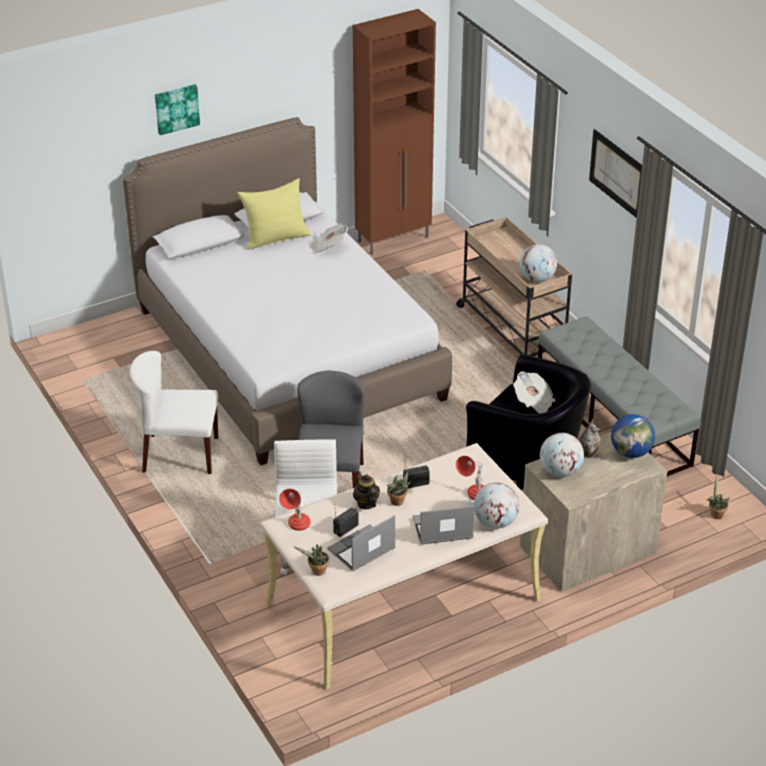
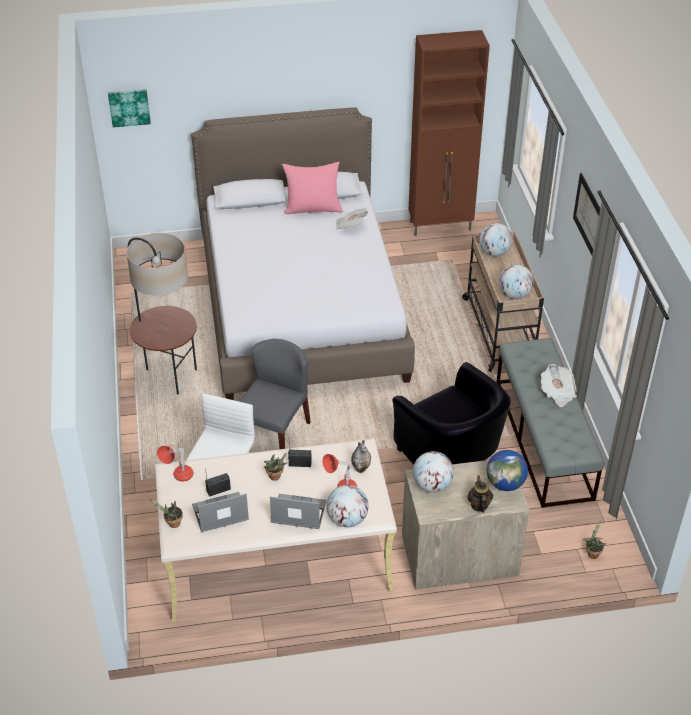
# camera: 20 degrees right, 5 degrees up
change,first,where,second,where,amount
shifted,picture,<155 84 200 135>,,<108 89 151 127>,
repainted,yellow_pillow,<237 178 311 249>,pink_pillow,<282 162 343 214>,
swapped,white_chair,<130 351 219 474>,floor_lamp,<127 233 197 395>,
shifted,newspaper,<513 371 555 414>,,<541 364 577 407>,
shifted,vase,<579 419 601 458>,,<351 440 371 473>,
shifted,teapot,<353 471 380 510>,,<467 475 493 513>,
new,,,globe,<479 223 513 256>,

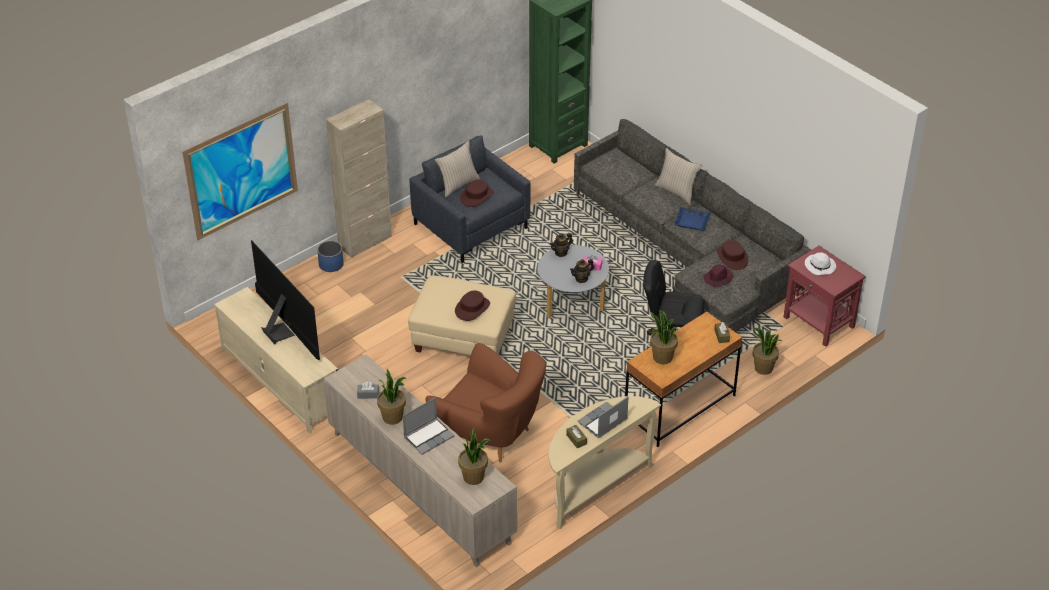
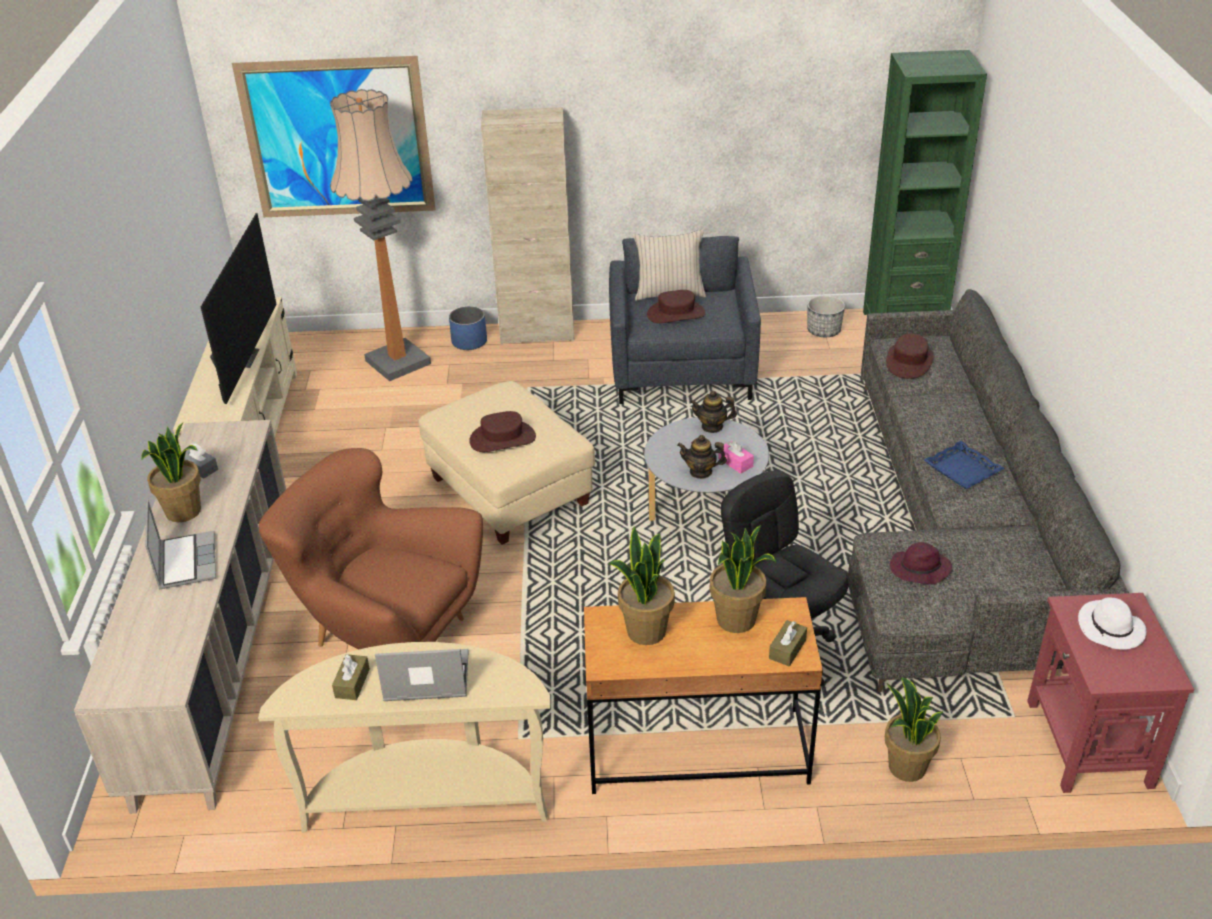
# camera: 40 degrees right, 5 degrees down
change,first,where,second,where,amount
gone,beige_pillow,<655 148 702 205>,,,
shifted,brown_hat,<717 240 748 270>,,<886 334 934 379>,
rotated,brown_armchair,<426 343 546 463>,,<259 448 483 649>,135 degrees clockwise
rotated,laptop,<403 397 455 455>,,<145 500 216 590>,105 degrees counterclockwise
shifted,potted_plant,<458 427 491 485>,,<710 525 776 633>,
new,,,floor_lamp,<330 89 431 381>,
new,,,planter,<807 295 845 337>,

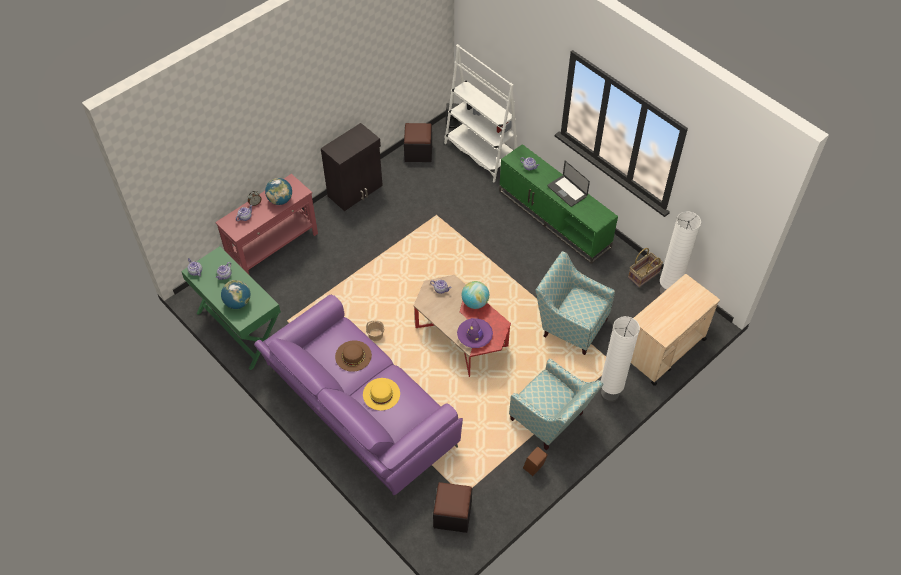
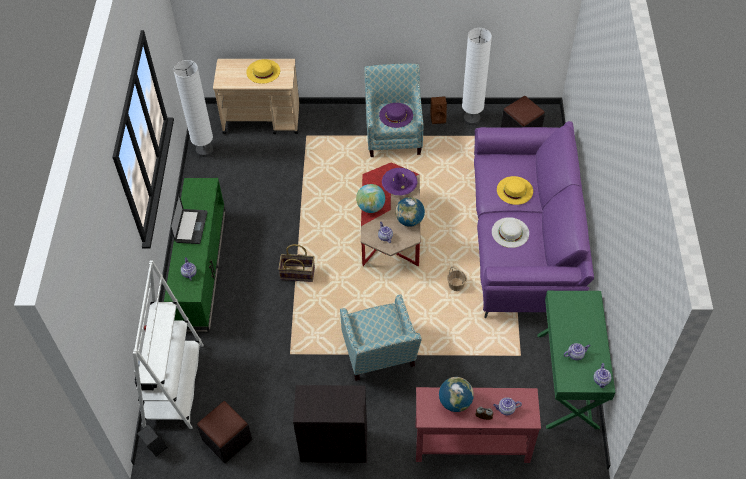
# camera: 135 degrees left, 0 degrees up
change,first,where,second,where,amount
shifted,basket,<628 248 663 287>,,<278 244 315 282>,
shifted,armchair,<536 251 615 355>,,<340 294 422 381>,
shifted,globe,<221 280 250 309>,,<395 197 425 227>,
shifted,white_floor_lamp,<601 316 640 402>,,<462 28 492 125>,
repainted,brown_hat,<335 340 372 372>,white_hat,<492 217 529 248>,
new,,,yellow_hat,<246 59 280 84>,
new,,,purple_hat,<379 103 413 128>,

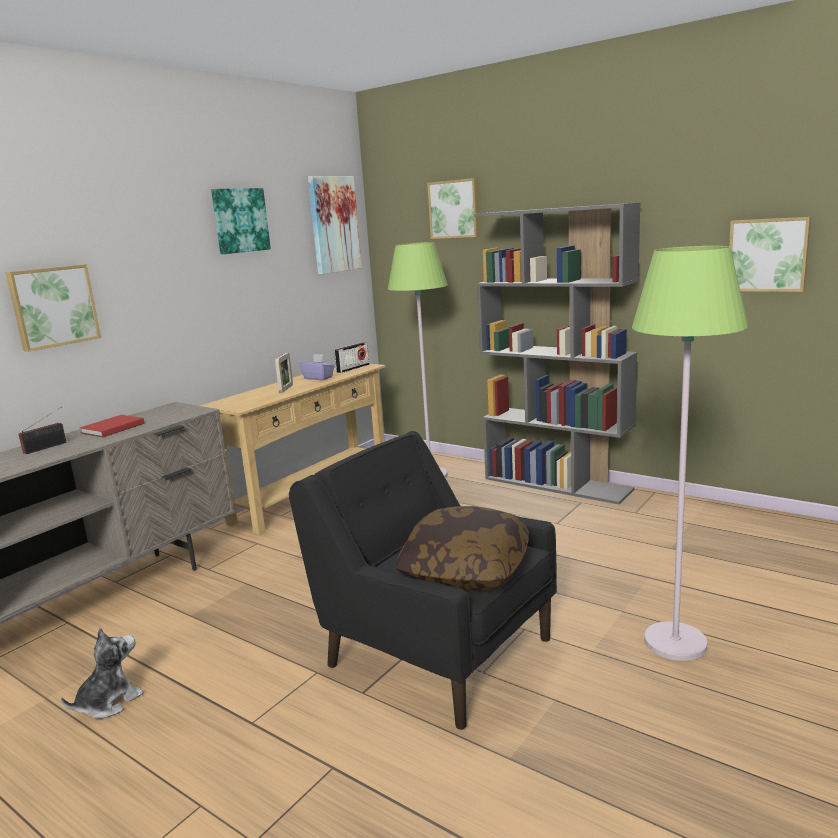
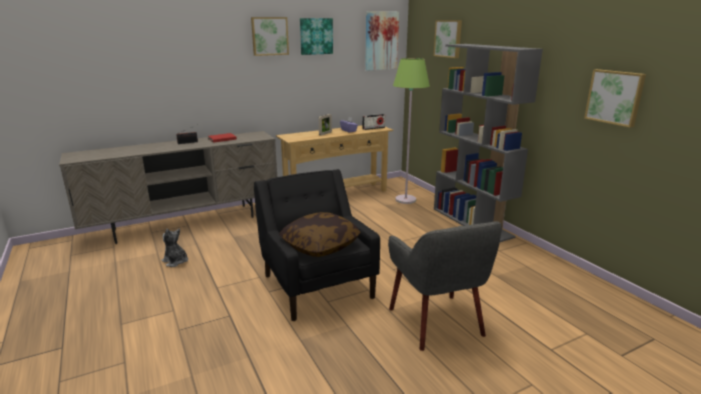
# camera: 25 degrees right, 5 degrees up
change,first,where,second,where,amount
swapped,green_floor_lamp,<632 246 748 661>,grey_armchair,<388 222 502 351>,
shifted,picture,<5 264 101 352>,,<251 17 289 56>,
rotated,plush_toy,<61 627 144 719>,,<162 228 188 267>,120 degrees counterclockwise

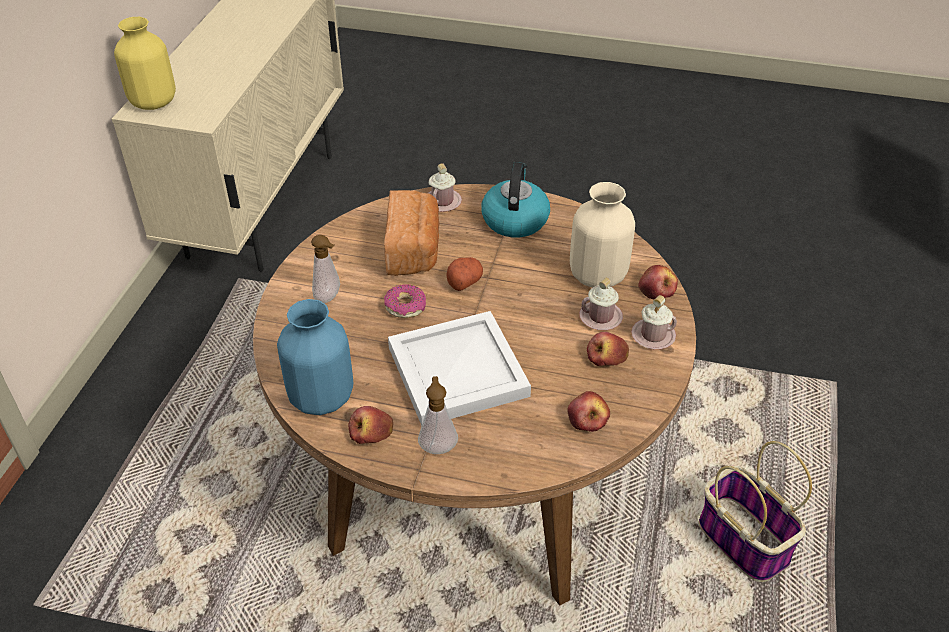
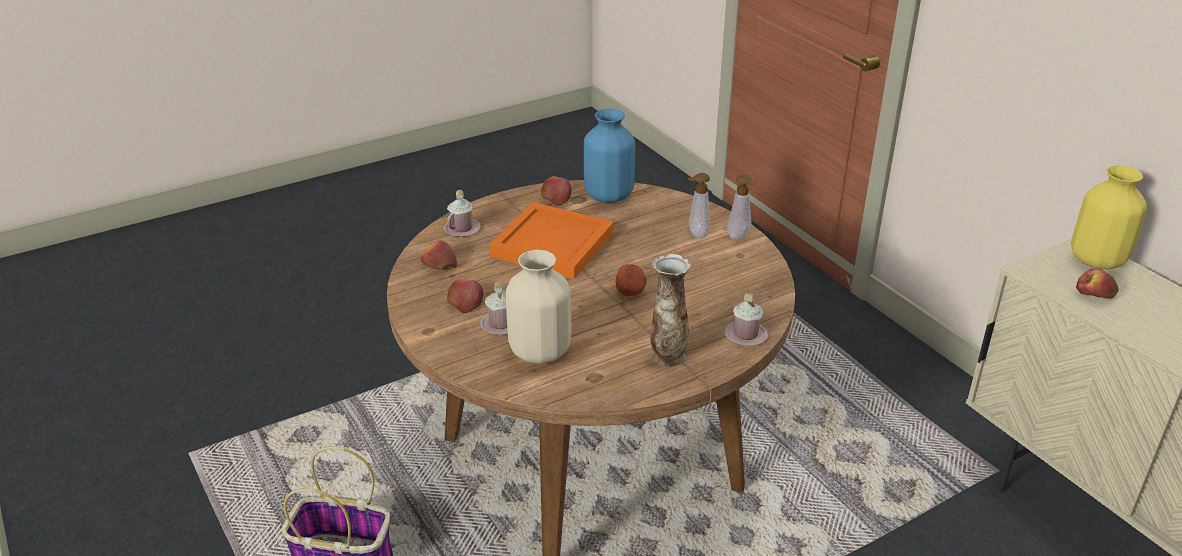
# camera: 135 degrees right, 10 degrees down
change,first,where,second,where,amount
swapped,kettle,<481 161 550 238>,vase,<650 254 691 367>,
gone,bread,<384 190 439 276>,,,
shifted,apple,<638 265 678 299>,,<1076 268 1119 299>,
gone,donut,<384 284 426 318>,,,
shifted,pink_mug,<631 295 677 349>,,<443 190 481 237>,
repainted,white_tray,<388 311 531 426>,orange_tray,<489 202 614 279>,
shifted,soap_dispenser,<418 376 458 454>,,<727 174 757 240>,

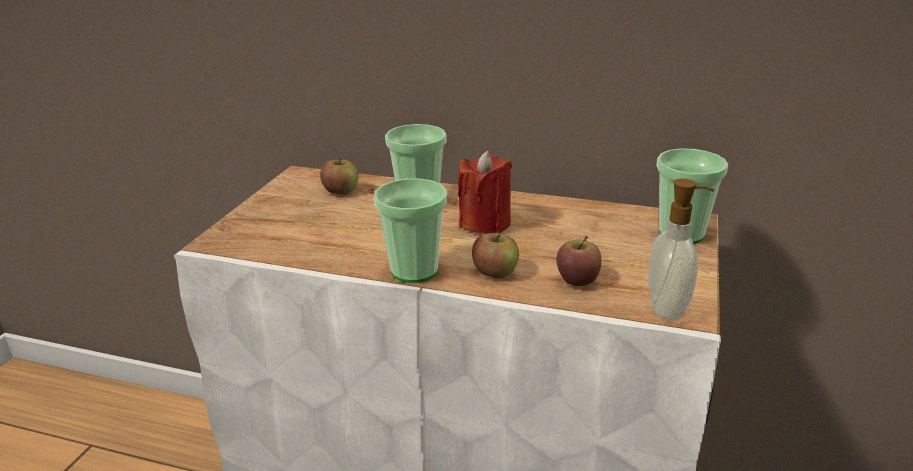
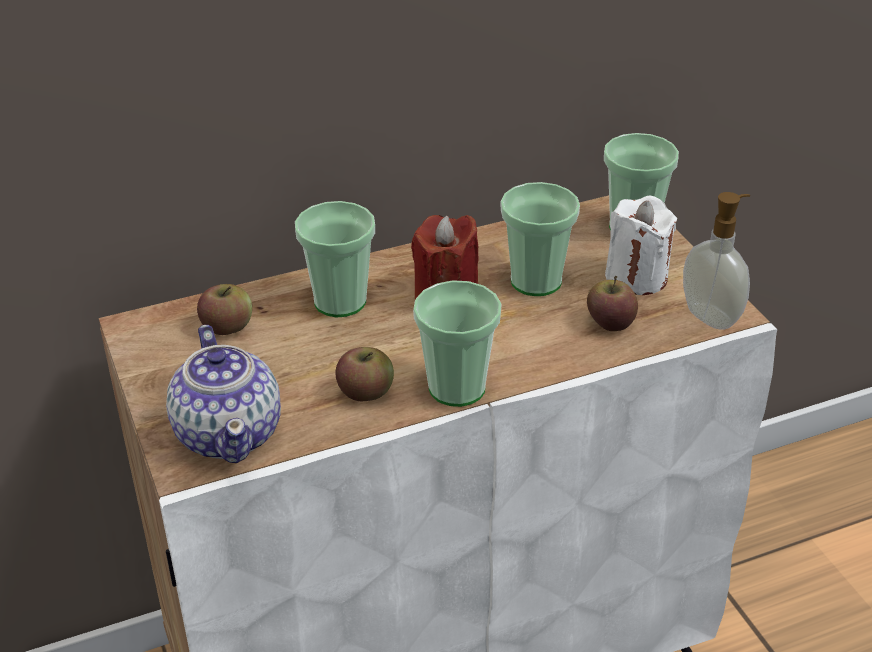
# camera: 40 degrees left, 10 degrees up
change,first,where,second,where,amount
shifted,apple,<472 233 519 278>,,<335 347 394 401>,
new,,,cup,<501 182 580 296>,
new,,,white_candle,<605 196 677 295>,
new,,,teapot,<166 325 281 463>,

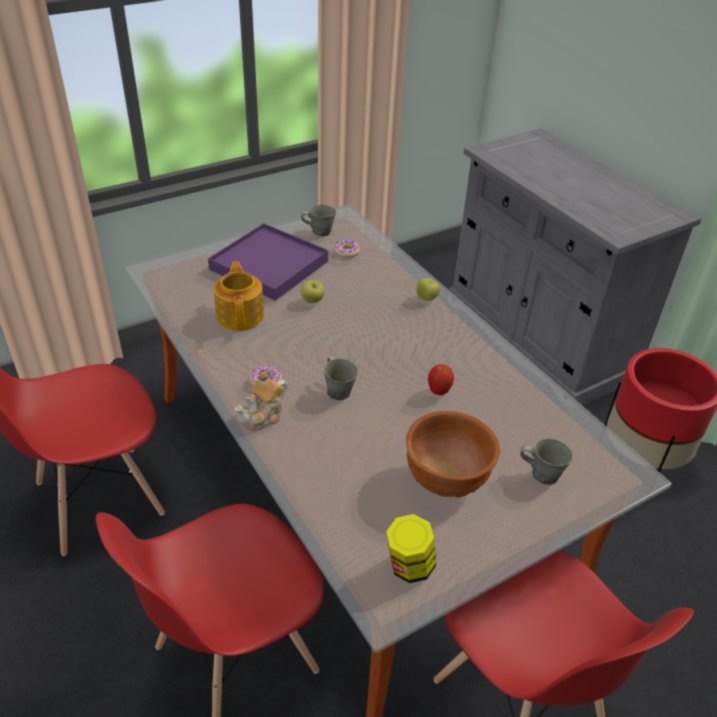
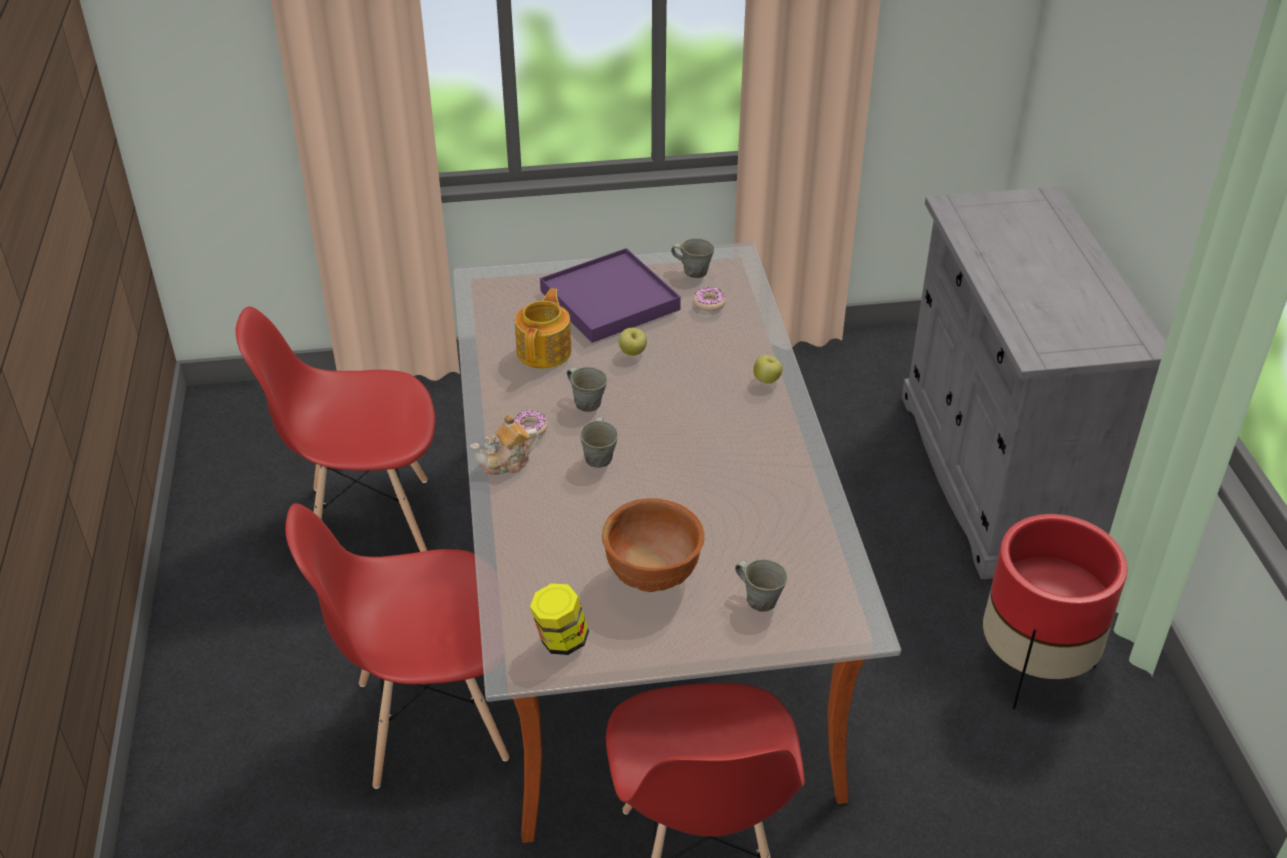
# camera: 25 degrees right, 0 degrees up
change,first,where,second,where,amount
gone,apple,<428 364 454 395>,,,
new,,,grey_mug,<567 367 608 412>,

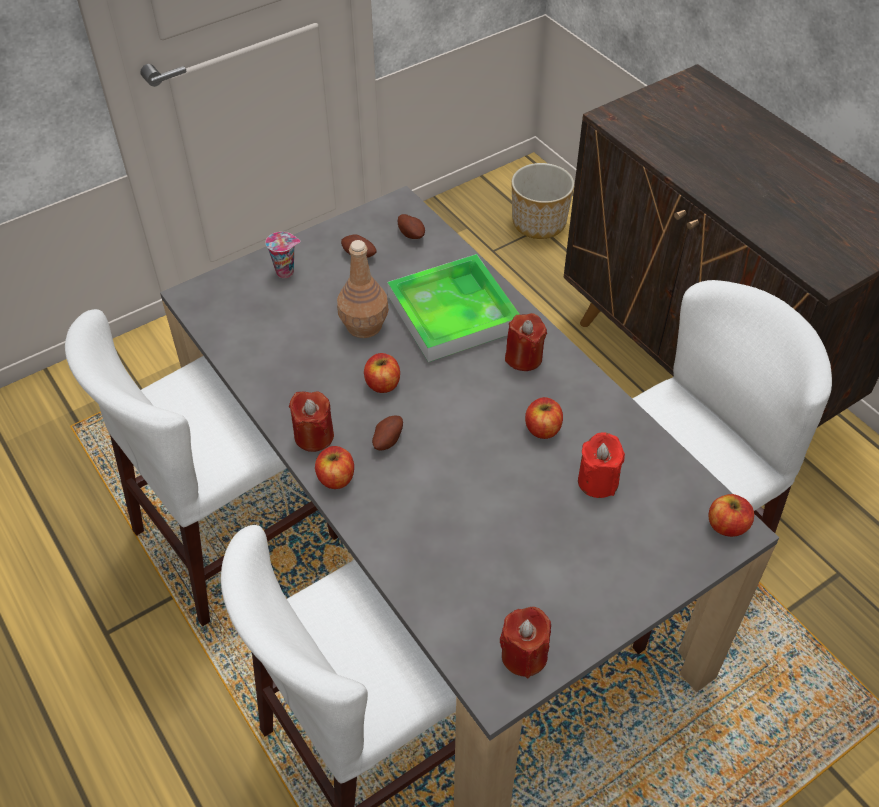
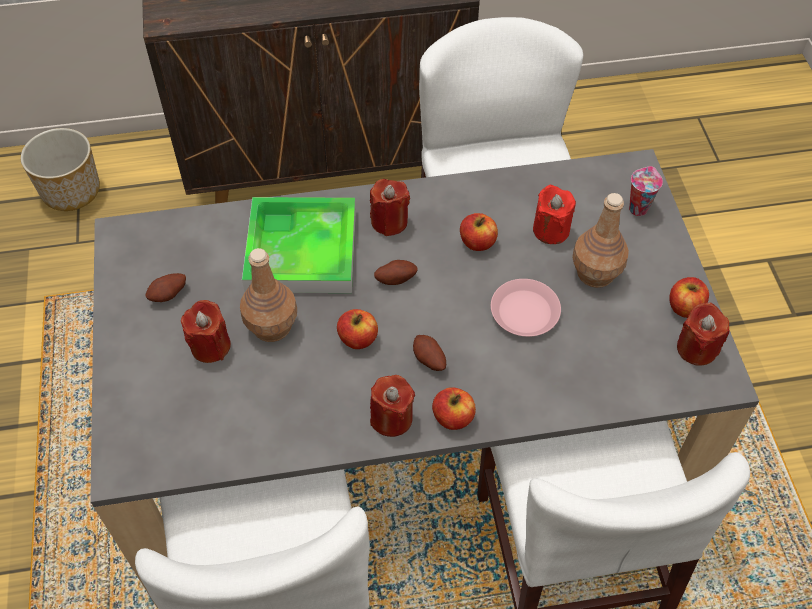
# camera: 65 degrees left, 5 degrees up
change,first,where,second,where,amount
shifted,potato,<398 214 425 239>,,<374 260 418 285>,
shifted,cup,<265 232 300 278>,,<629 166 663 216>,
shifted,apple,<709 494 754 537>,,<669 277 709 318>,
new,,,brown_bottle,<572 193 629 288>,
new,,,pink_plate,<491 279 561 337>,
new,,,red_candle,<181 300 231 363>,

